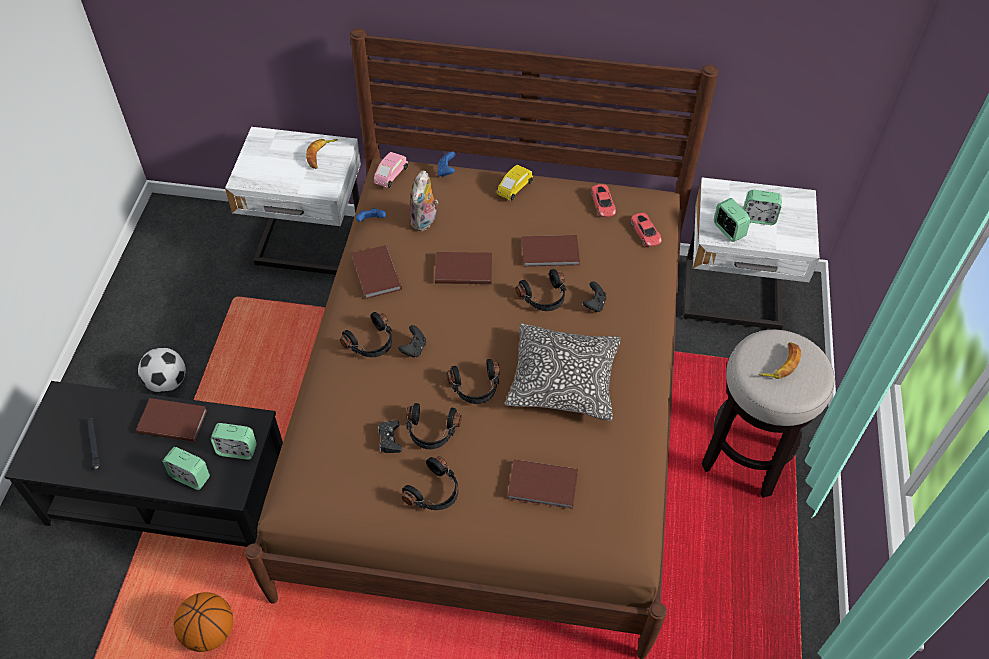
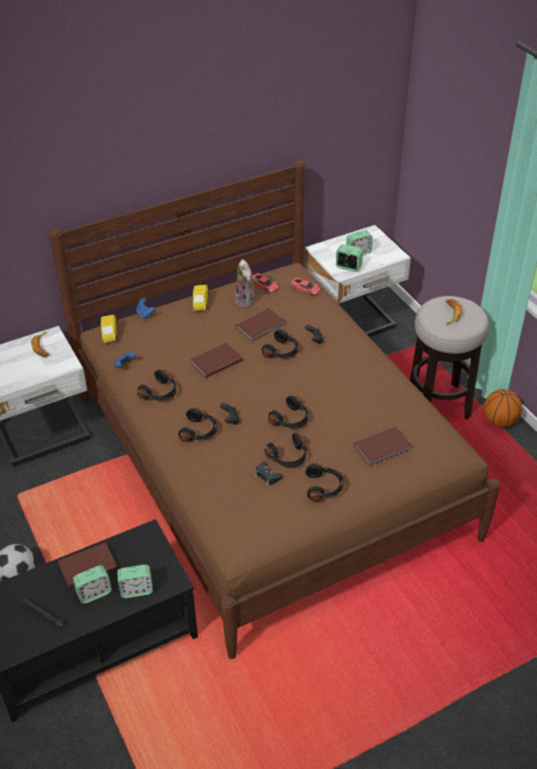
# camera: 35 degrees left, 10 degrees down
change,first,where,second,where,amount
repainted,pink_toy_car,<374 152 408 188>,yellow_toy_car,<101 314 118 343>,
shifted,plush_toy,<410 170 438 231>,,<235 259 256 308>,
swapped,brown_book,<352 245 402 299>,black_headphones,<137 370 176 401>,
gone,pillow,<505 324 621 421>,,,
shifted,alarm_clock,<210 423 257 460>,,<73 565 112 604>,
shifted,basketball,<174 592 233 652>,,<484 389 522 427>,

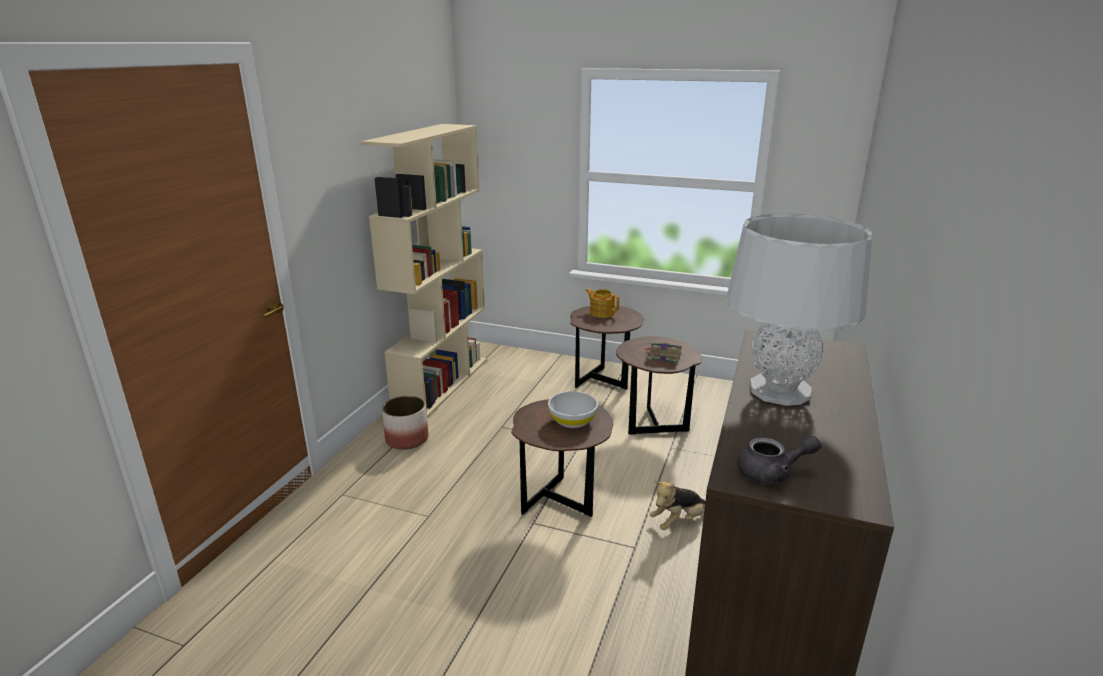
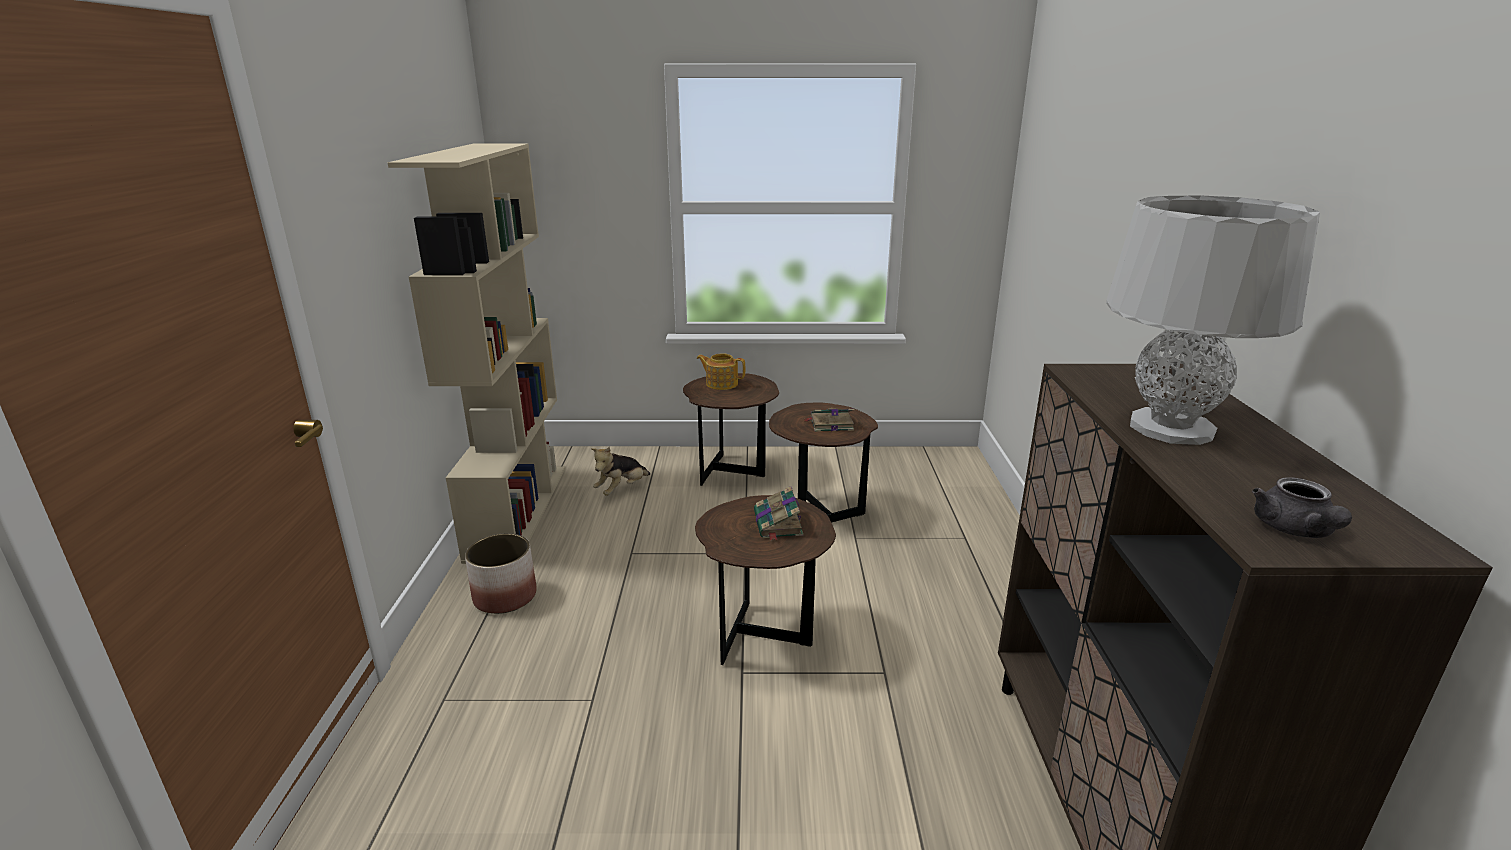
# camera: 20 degrees left, 0 degrees up
change,first,where,second,where,amount
swapped,white_bowl,<548 391 598 428>,book,<754 486 803 541>,
rotated,grey_teapot,<737 436 822 484>,,<1252 477 1352 538>,120 degrees clockwise
shifted,plush_toy,<650 481 705 530>,,<591 447 650 496>,

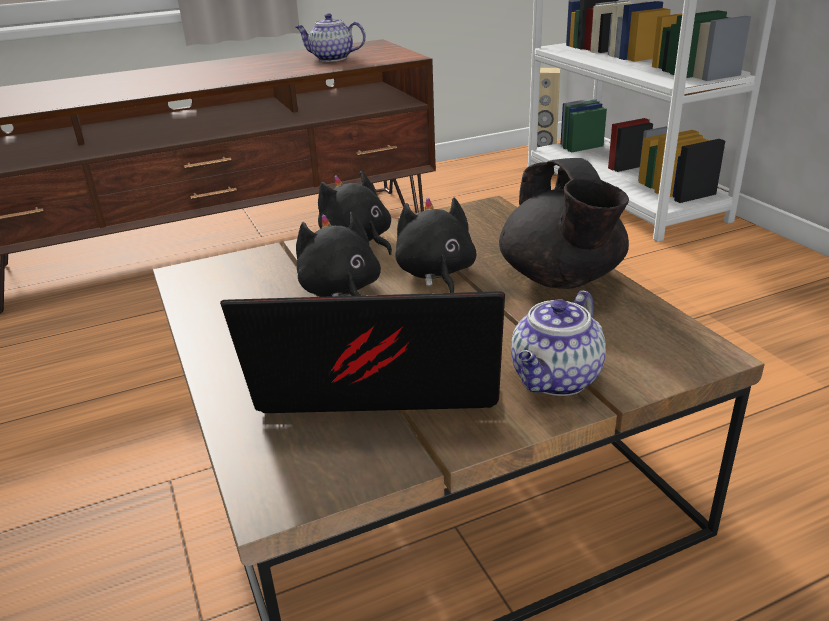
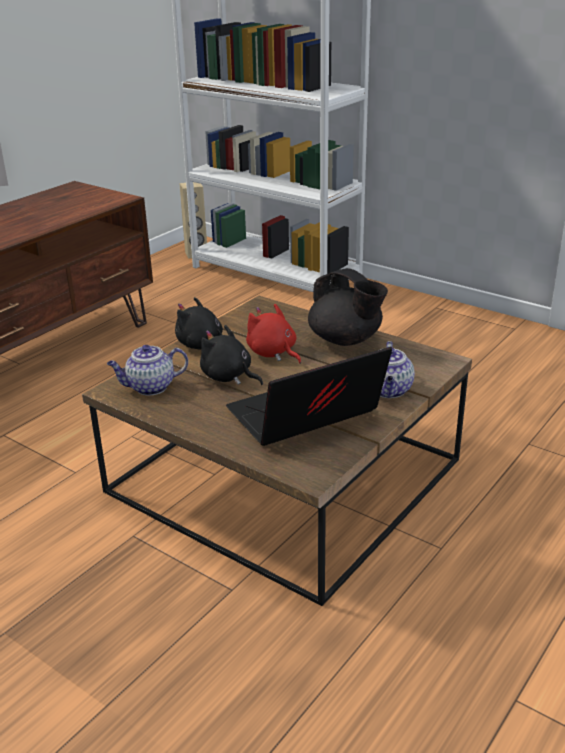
# camera: 30 degrees left, 0 degrees up
change,first,where,second,where,amount
shifted,teapot,<295 13 366 62>,,<107 345 188 396>,
repainted,black_plush_toy,<395 197 477 293>,red_plush_toy,<246 304 301 364>,

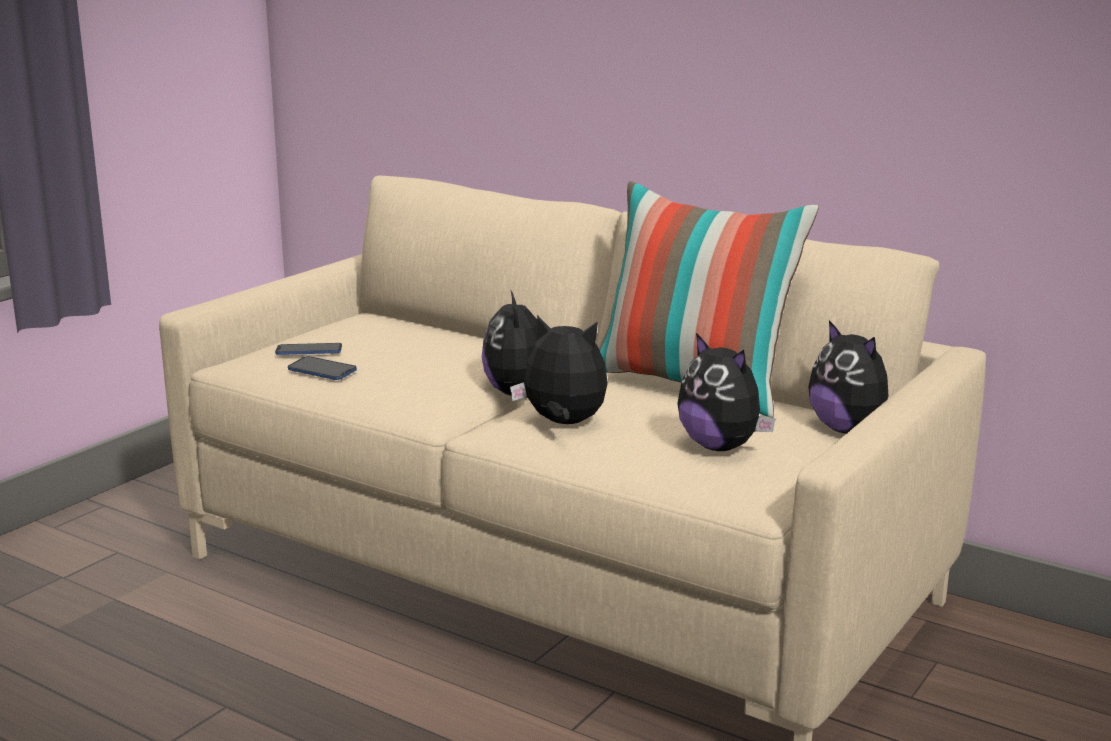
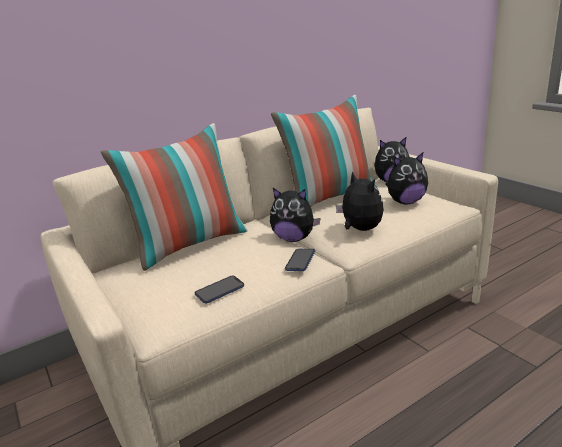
# camera: 65 degrees left, 5 degrees up
change,first,where,second,where,amount
rotated,plush_toy,<510 315 608 424>,,<336 171 384 231>,105 degrees clockwise
shifted,phone,<275 343 342 355>,,<285 249 315 271>,
new,,,pillow,<101 123 247 271>,

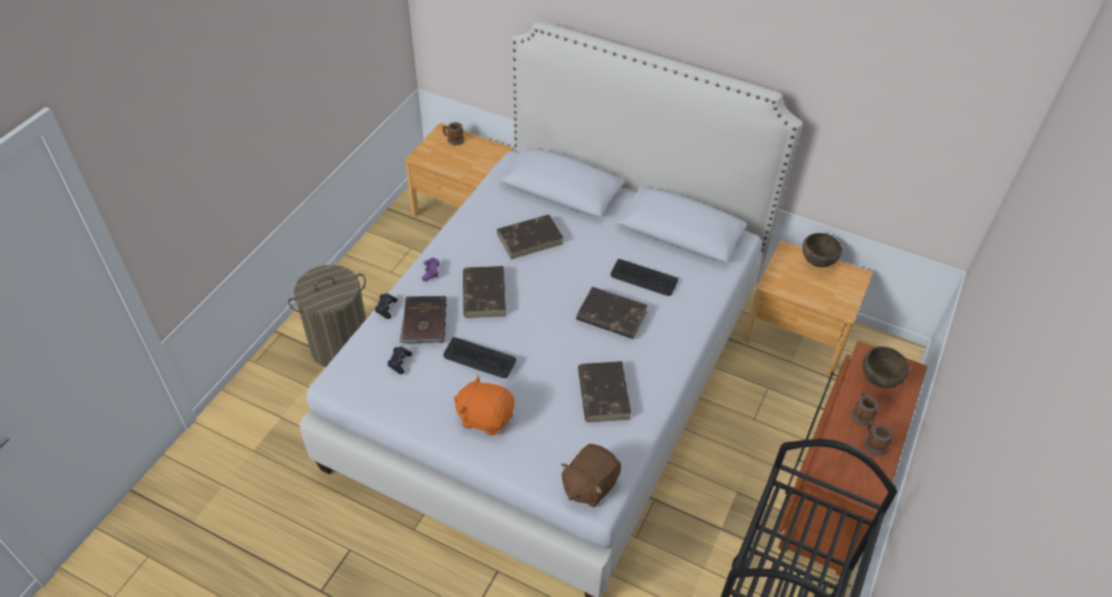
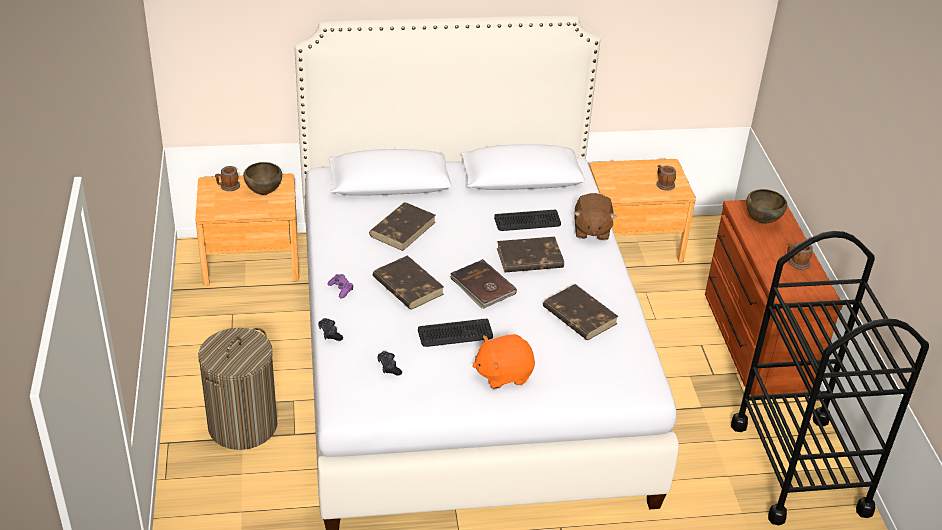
# camera: 35 degrees left, 10 degrees down
change,first,where,second,where,amount
shifted,brown_bowl,<802 233 842 267>,,<243 162 282 195>,
shifted,brown_book,<399 296 447 343>,,<450 259 517 309>,
shifted,mug,<851 390 879 426>,,<656 165 676 191>,
shifted,brown_plush_toy,<561 444 621 508>,,<574 193 617 240>,

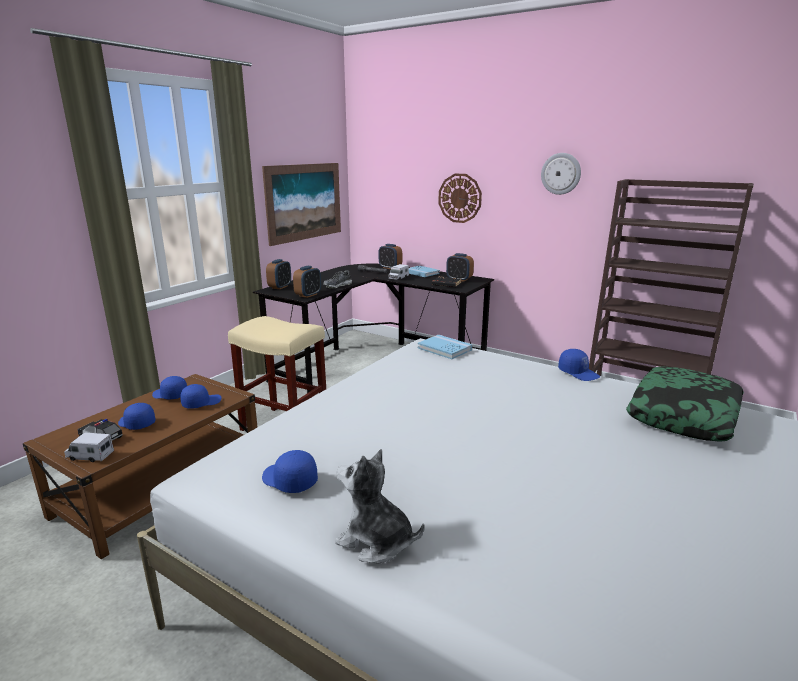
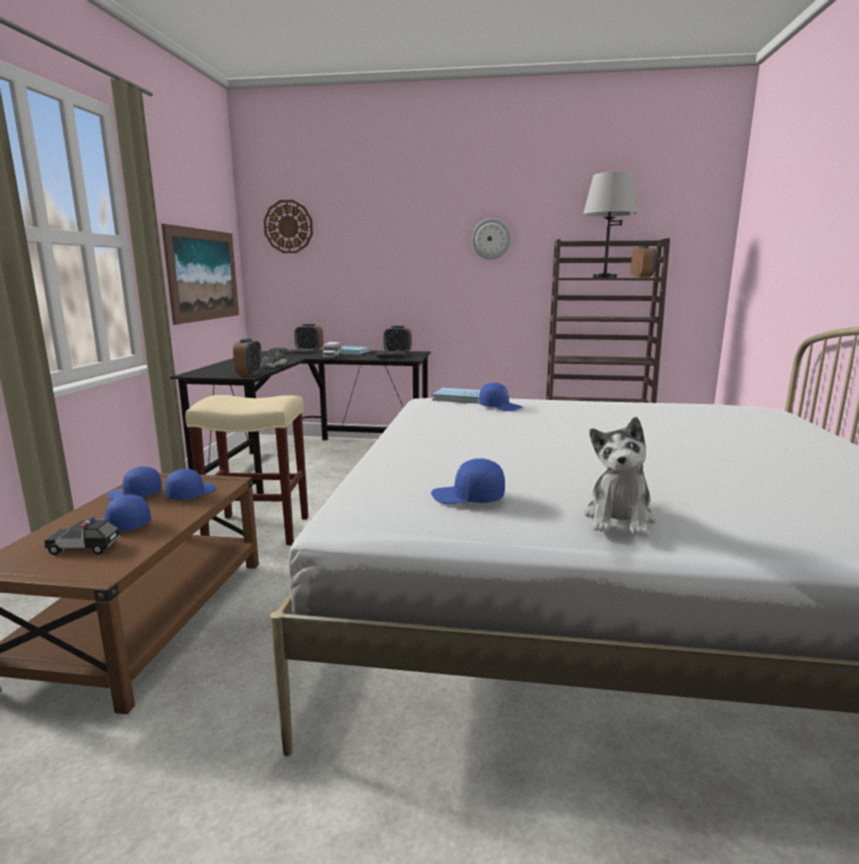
# camera: 25 degrees left, 5 degrees down
change,first,where,second,where,amount
shifted,wall_clock,<438 174 482 223>,,<264 200 313 253>,
shifted,alarm_clock,<266 259 291 289>,,<630 246 656 278>,
shifted,blue_cap,<558 349 600 381>,,<479 382 522 411>,
gone,pillow,<626 367 744 442>,,,
gone,toy_truck,<64 433 114 462>,,,
rotated,plush_toy,<335 449 425 563>,,<584 417 655 537>,75 degrees counterclockwise
new,,,grey_table_lamp,<583 172 637 278>,

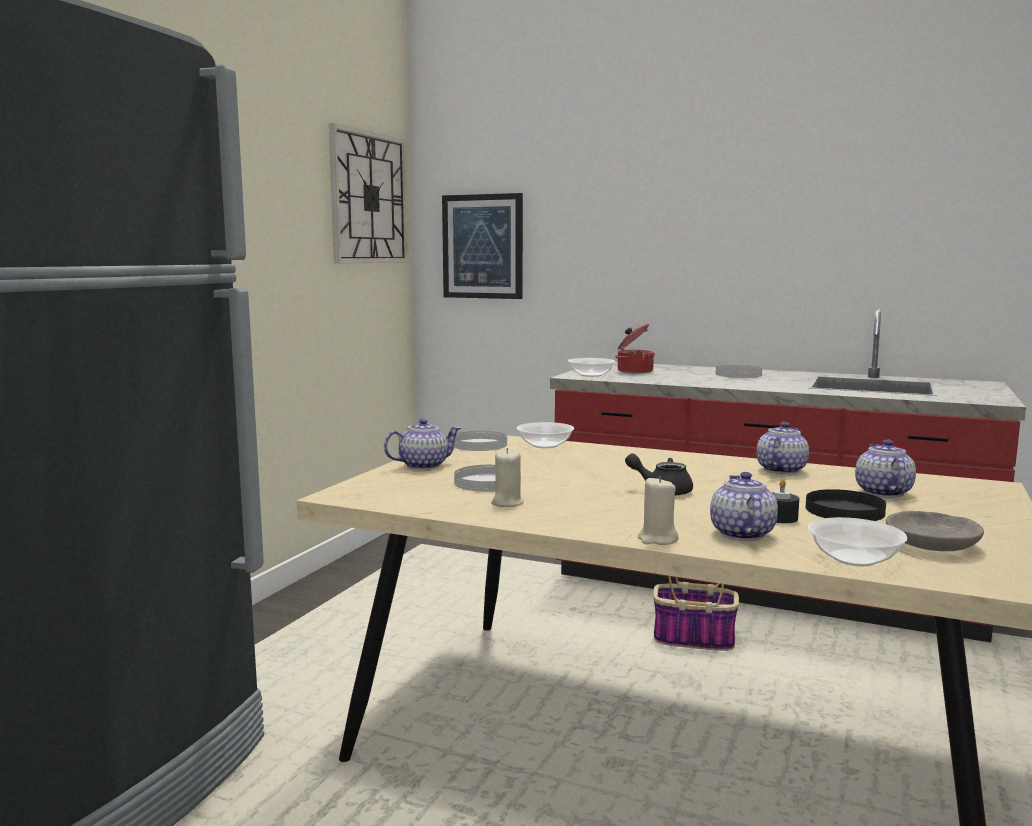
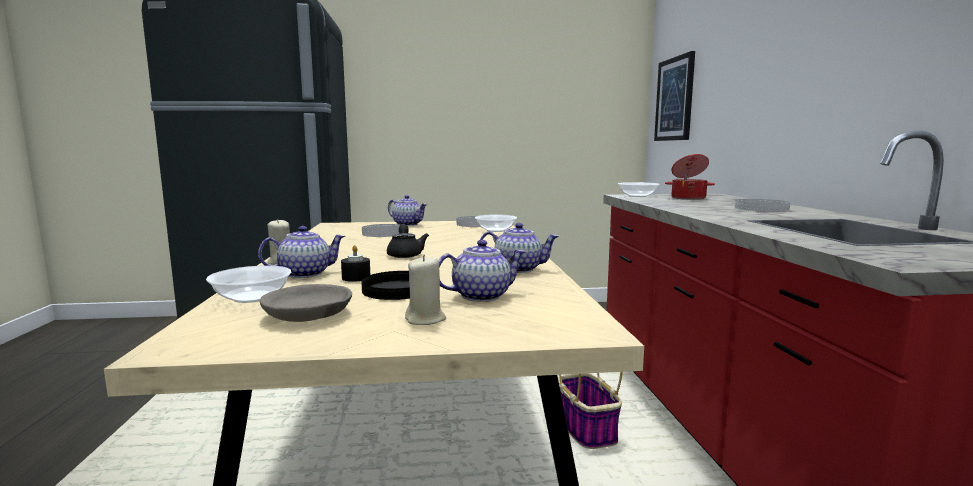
# camera: 60 degrees right, 0 degrees up
change,first,where,second,where,amount
gone,wall_clock,<329 123 409 264>,,,
shifted,beige_candle,<491 448 524 507>,,<405 255 446 325>,

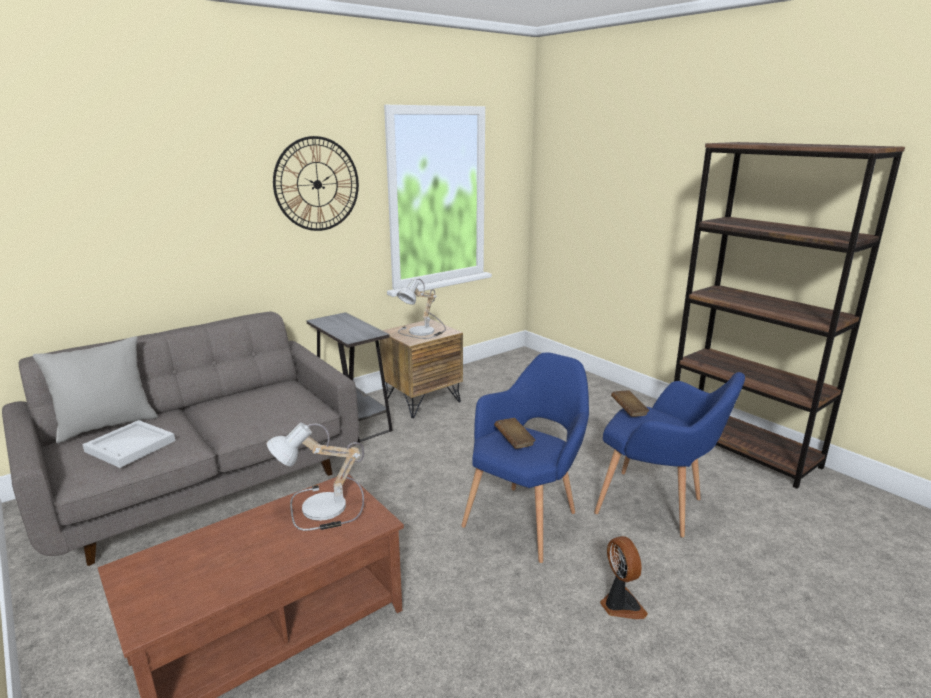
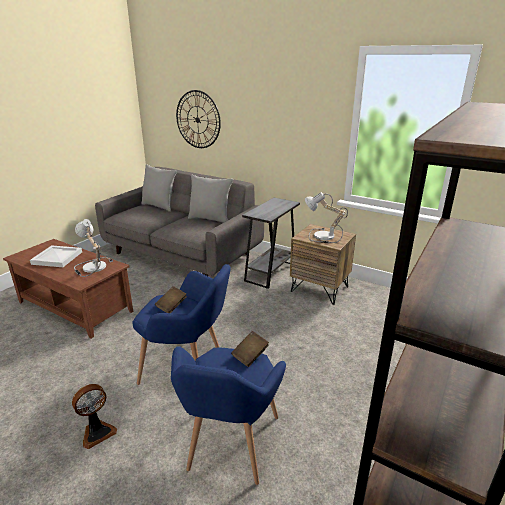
# camera: 70 degrees right, 5 degrees up
change,first,where,second,where,amount
shifted,wall_clock,<273 136 359 231>,,<176 90 221 148>,
shifted,white_tray,<82 420 175 468>,,<30 245 82 267>,
new,,,grey_pillow,<188 174 233 223>,

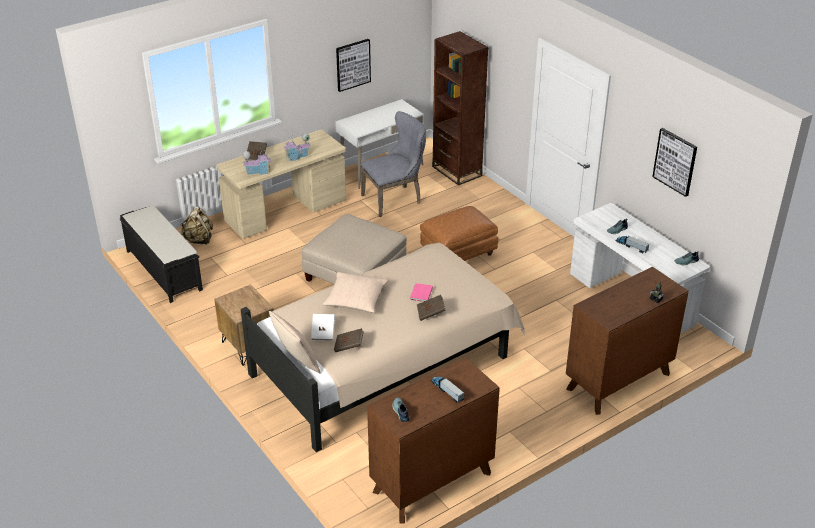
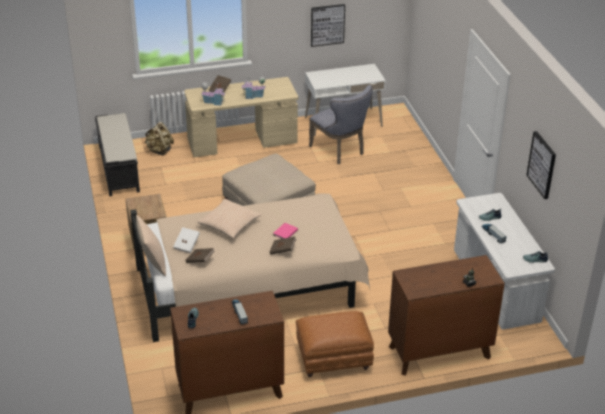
# camera: 20 degrees right, 0 degrees up
change,first,where,second,where,amount
gone,brown_bookcase,<432 31 488 185>,,,
rotated,grey_chair,<360 111 426 217>,,<309 85 373 164>,60 degrees clockwise
shifted,brown_ottoman,<420 206 499 261>,,<296 311 374 377>,

